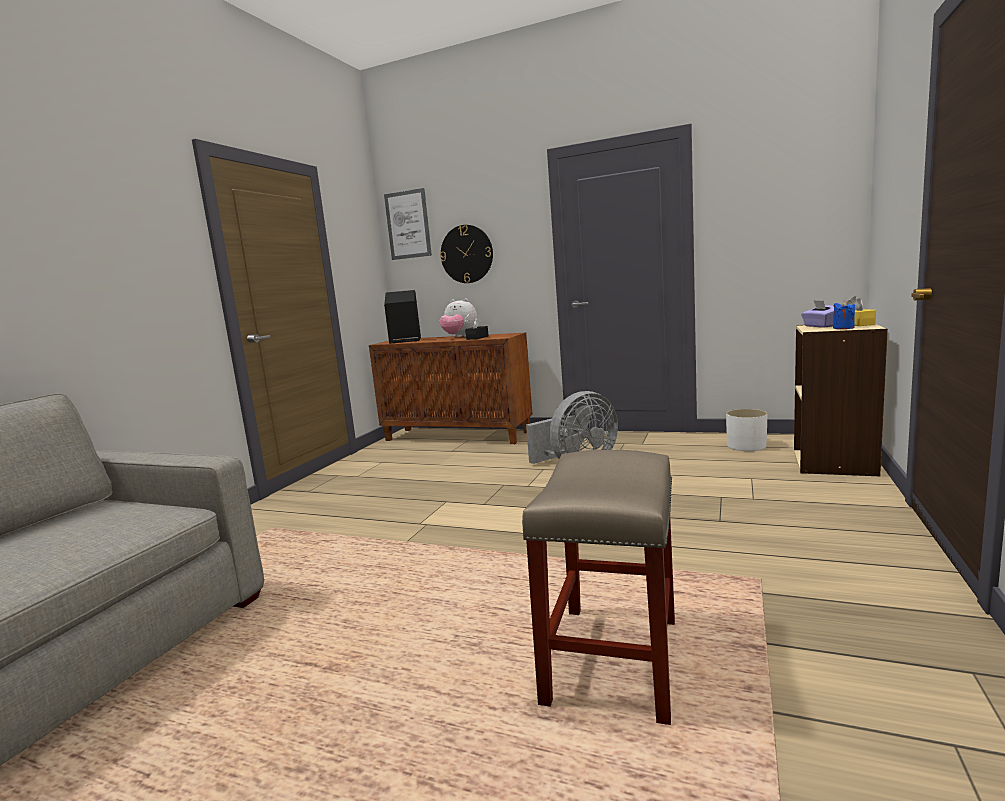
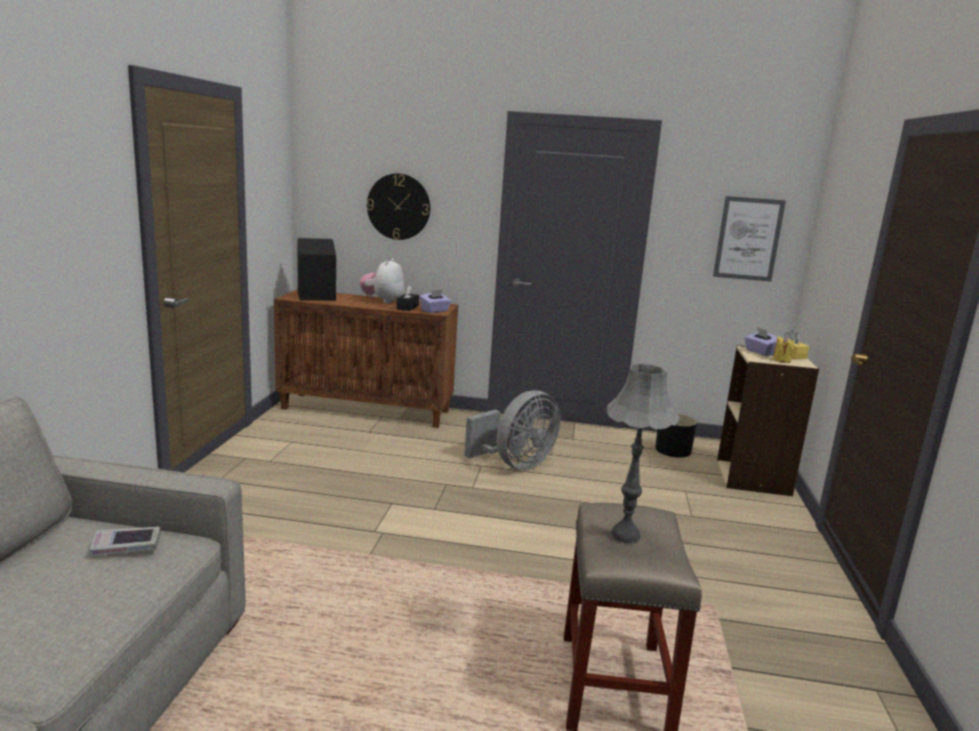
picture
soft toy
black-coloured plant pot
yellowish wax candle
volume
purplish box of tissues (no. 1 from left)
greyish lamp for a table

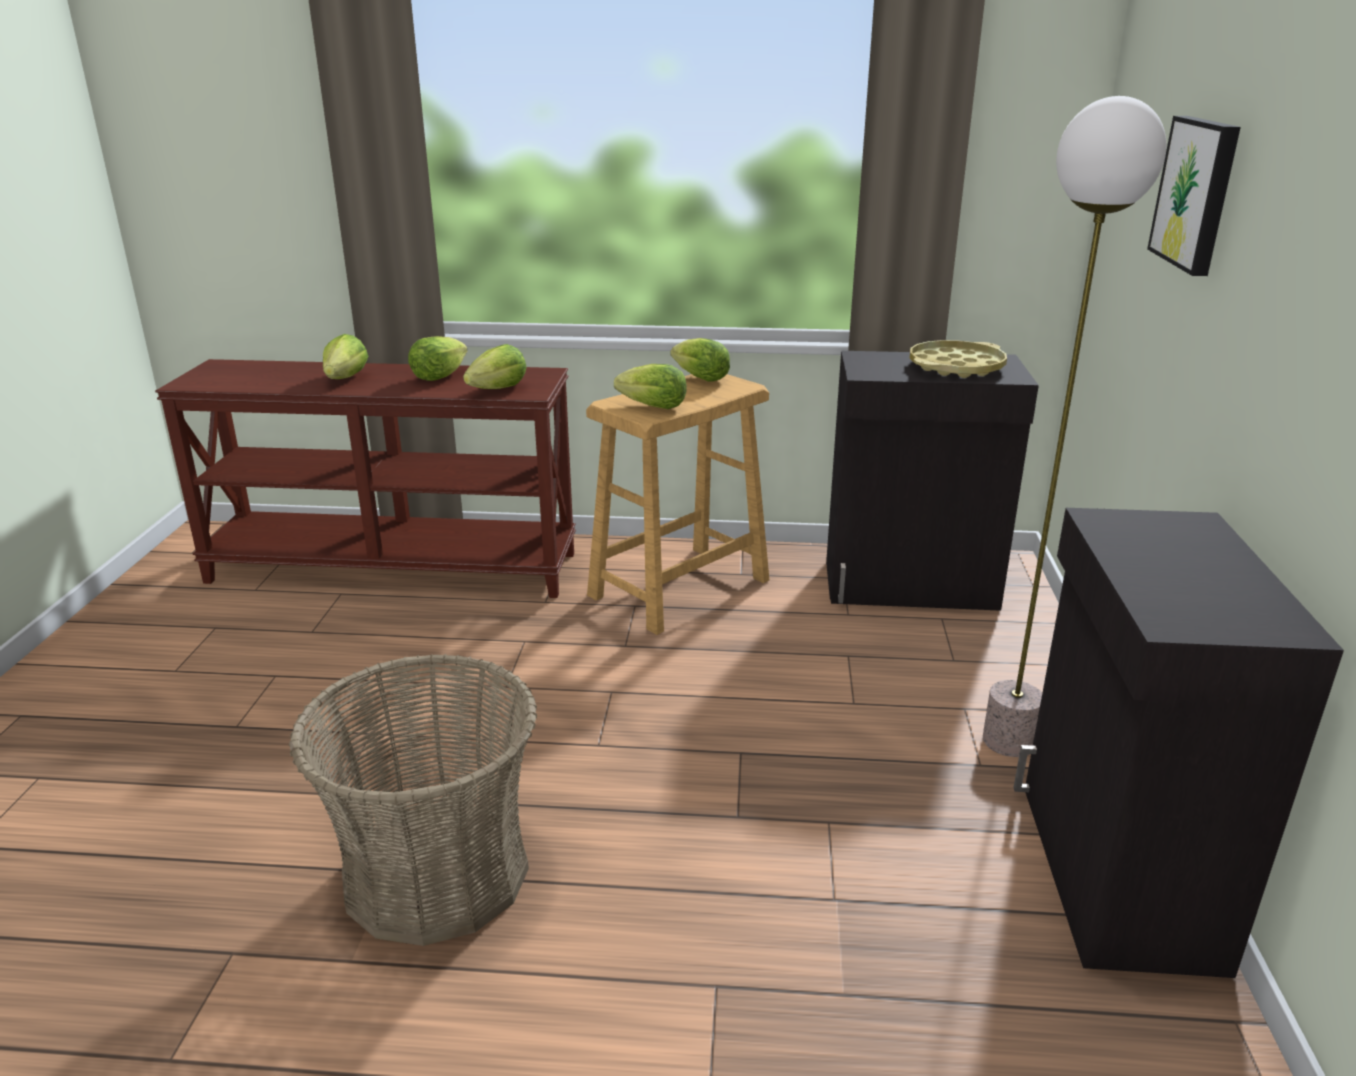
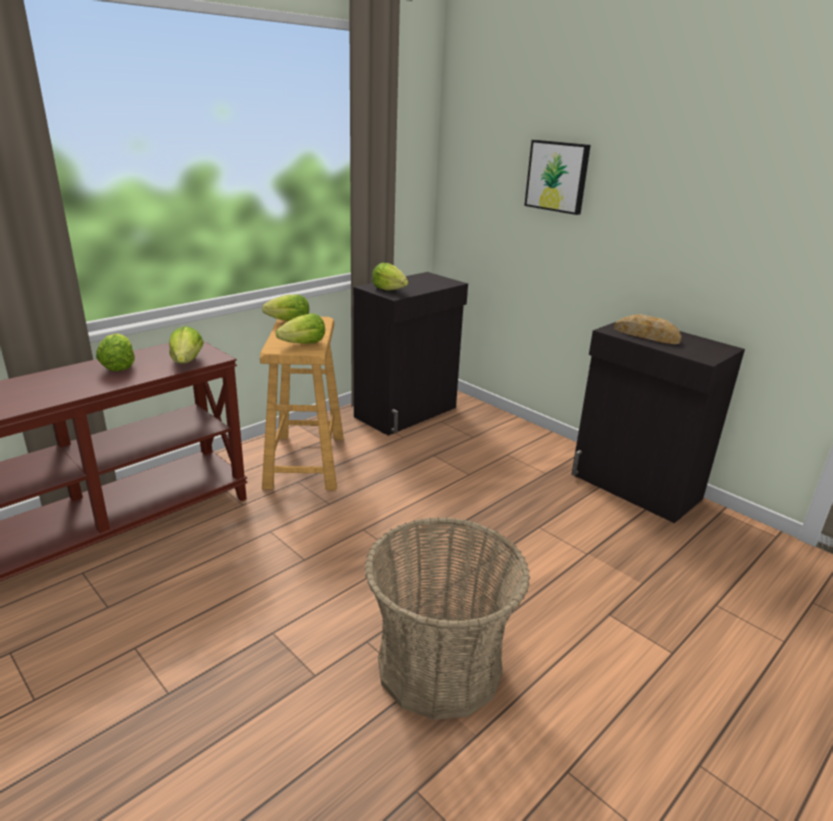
lettuce head (no. 5 from left)
yellowish carrying tray
floor lamp
bread

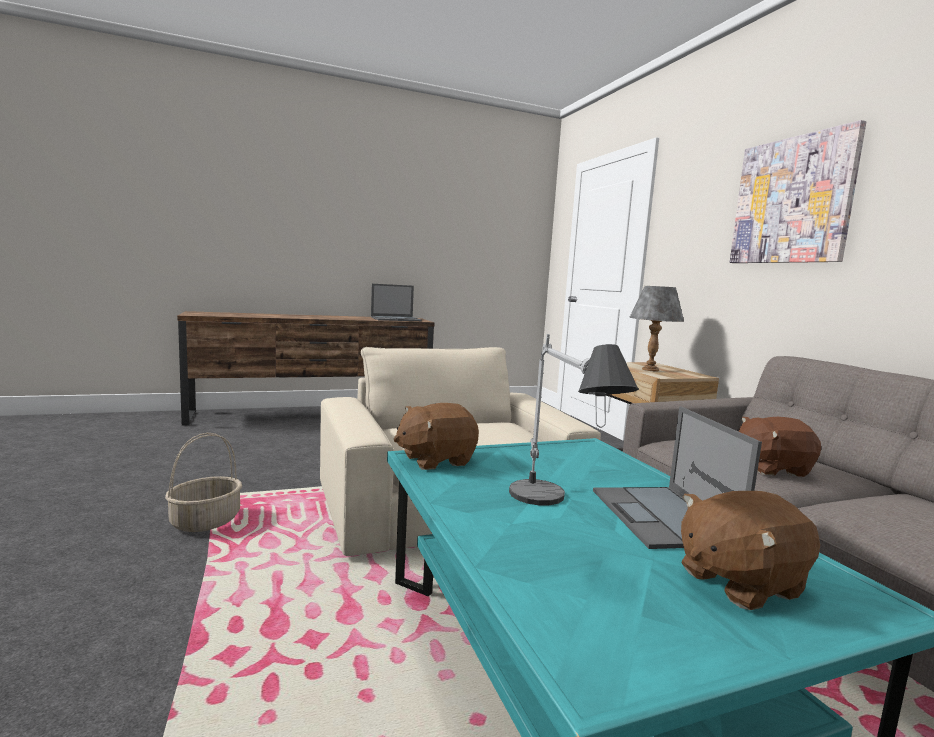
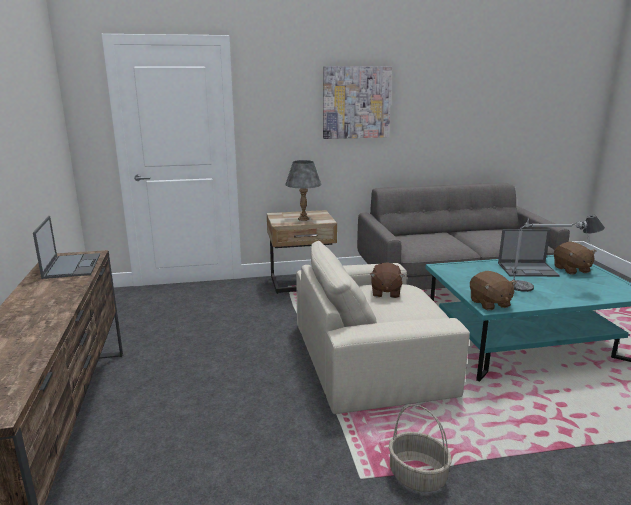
brown-coloured soft toy (no. 1 from left)

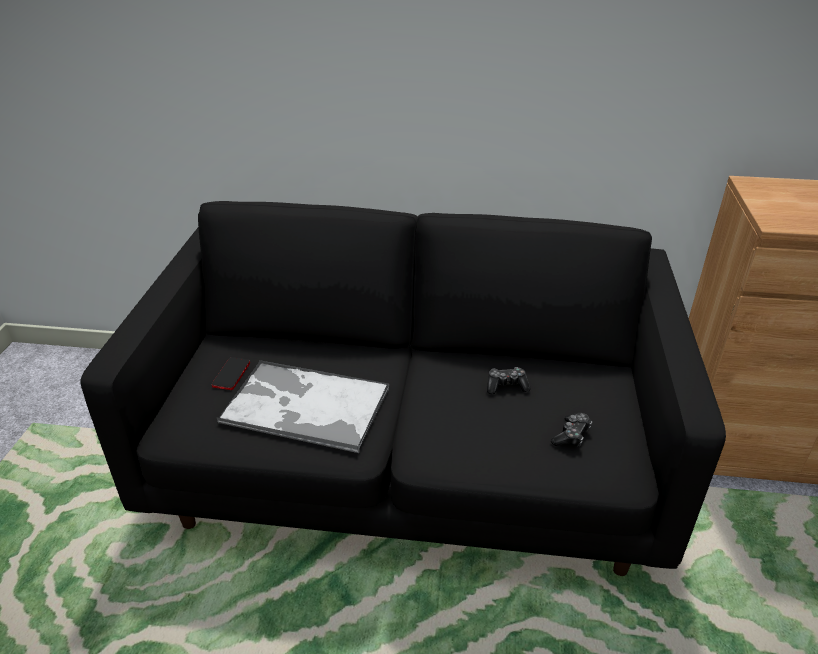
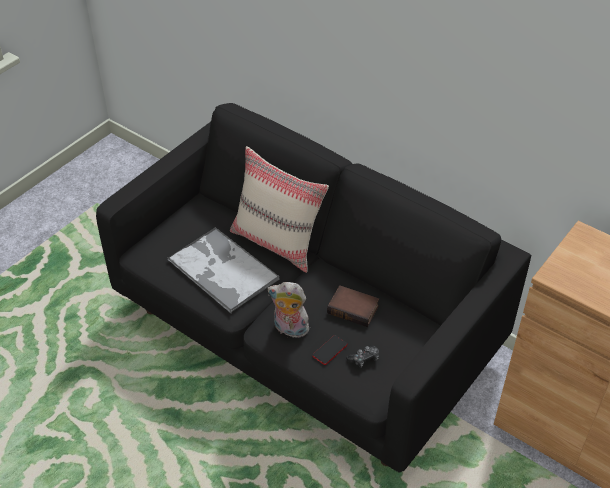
telephone
volume
beige throw pillow
soft toy

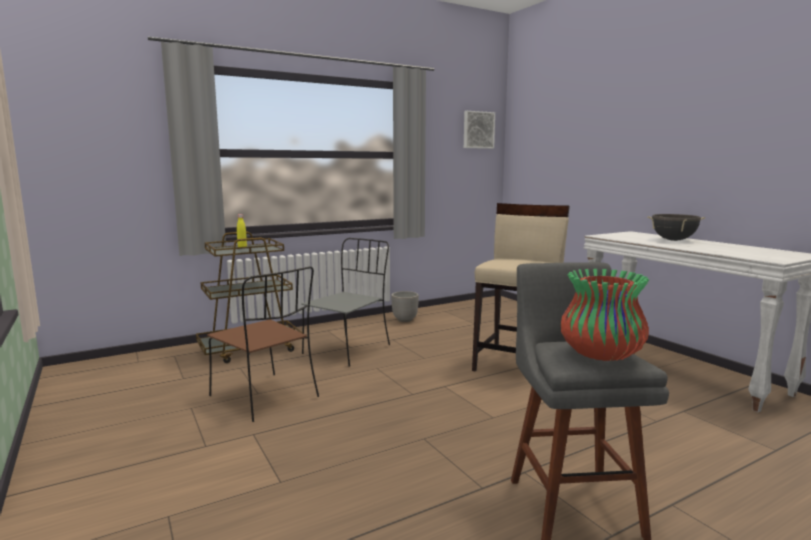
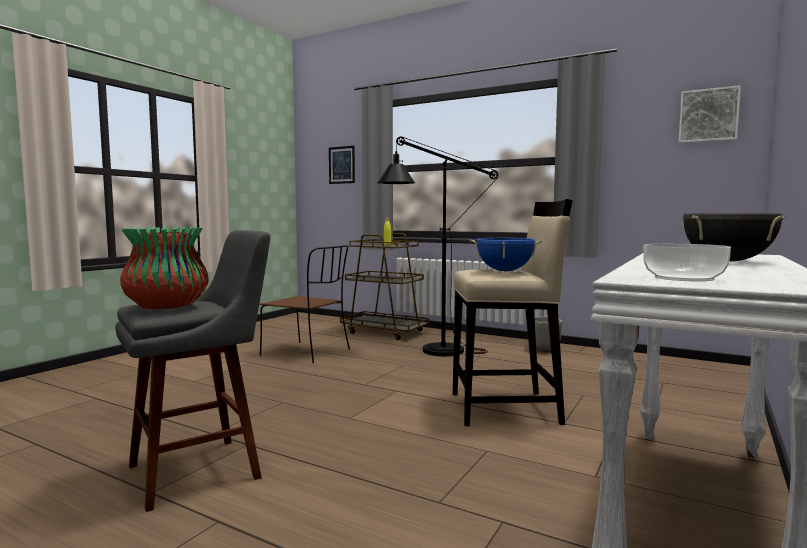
brown-coloured plain chair
black-coloured floor lamp
picture (no. 1 from left)
blue saucepot
serving bowl

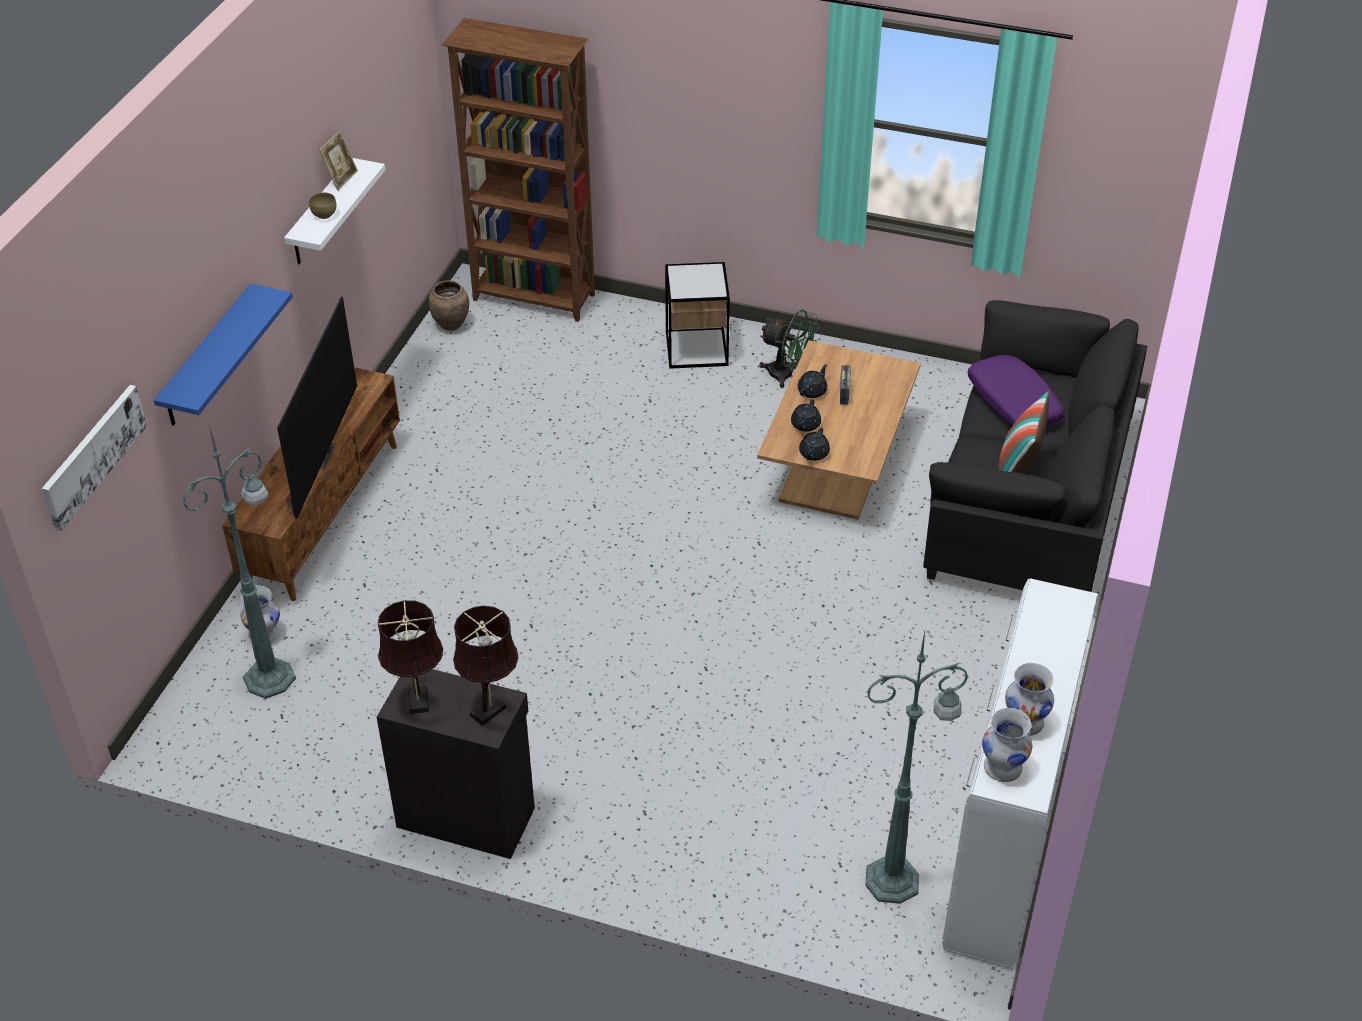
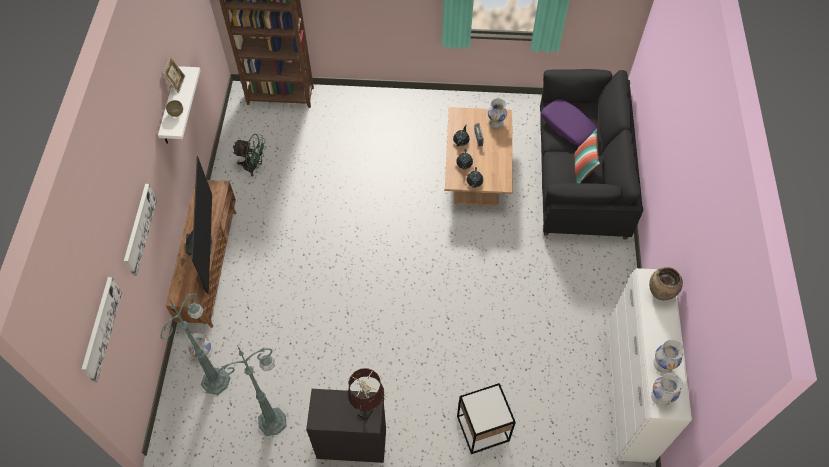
picture (no. 2 from left)
brown-coloured lamp for a table (no. 1 from left in the first image)
brown-coloured flower vase
end table
greenish fan
greenish floor lamp (no. 2 from left)
white flower vase (no. 2 from left)

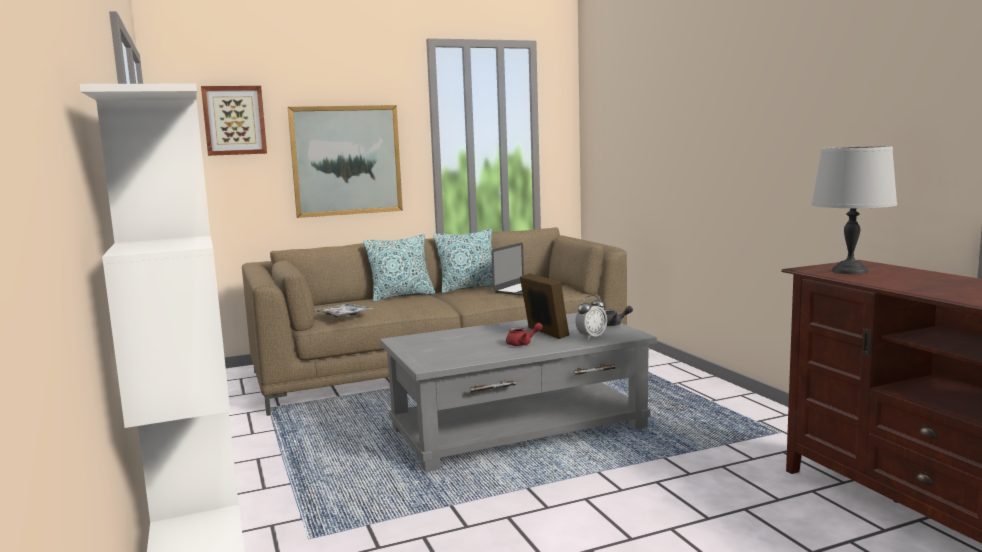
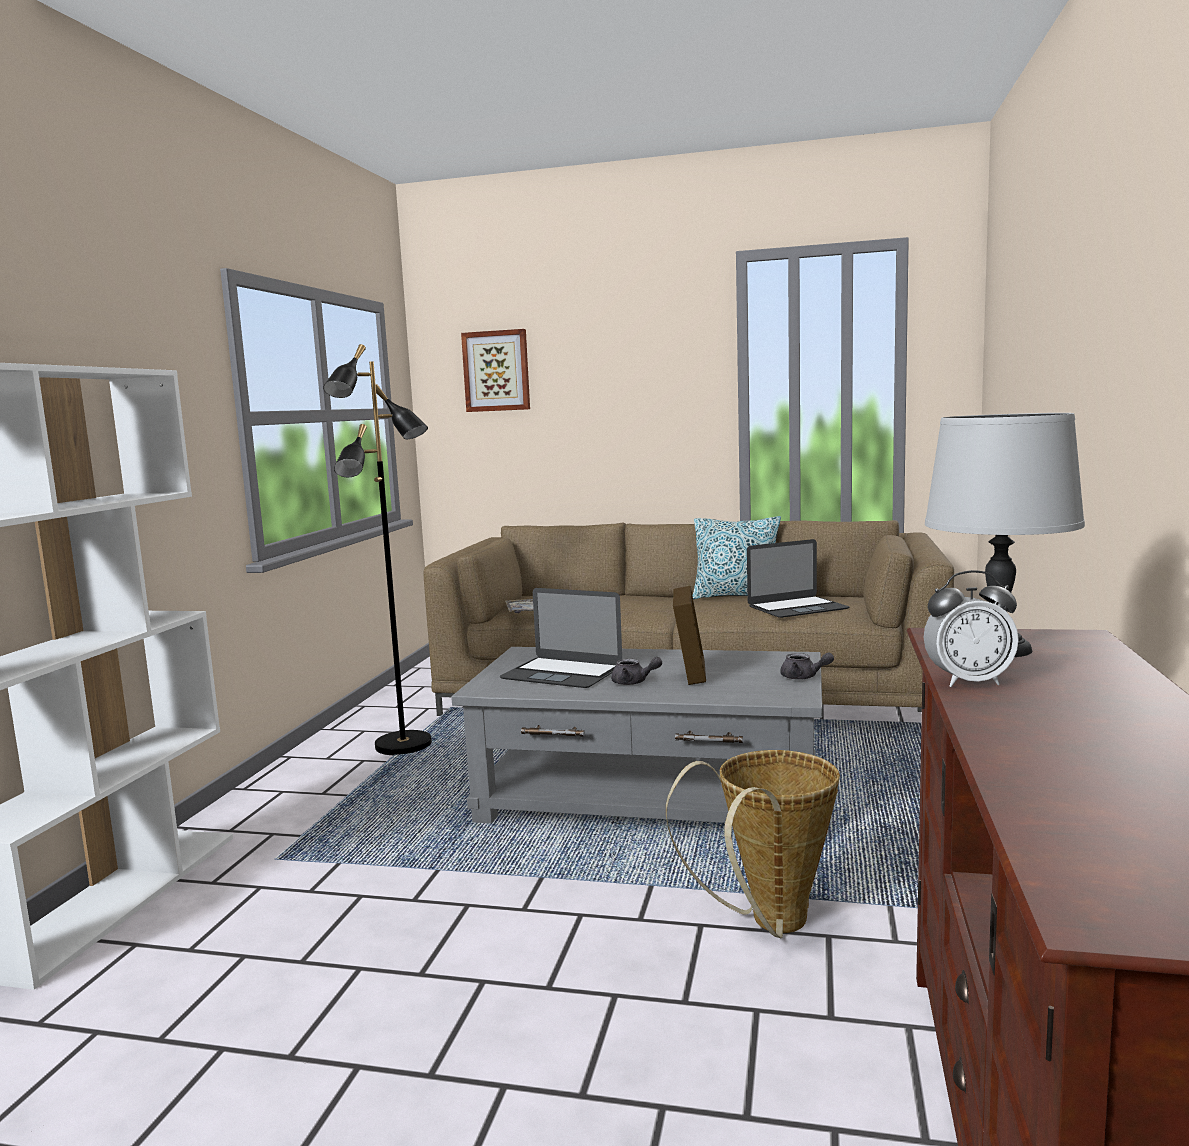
picture (no. 2 from left in the first image)
throw pillow (no. 1 from left in the first image)
greyish pot for tea (no. 1 from left)
bedside clock
black-coloured floor lamp
portable computer (no. 1 from left)
storage basket

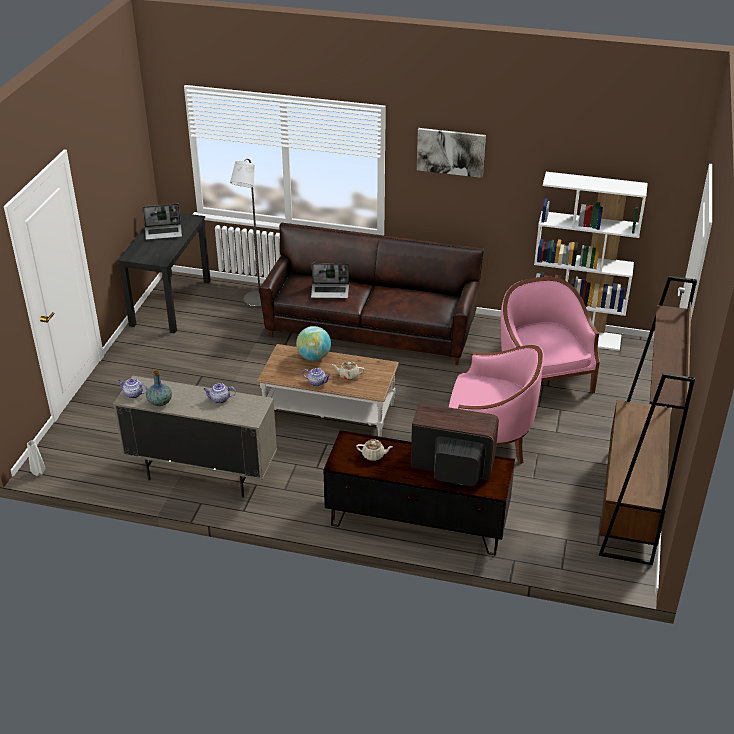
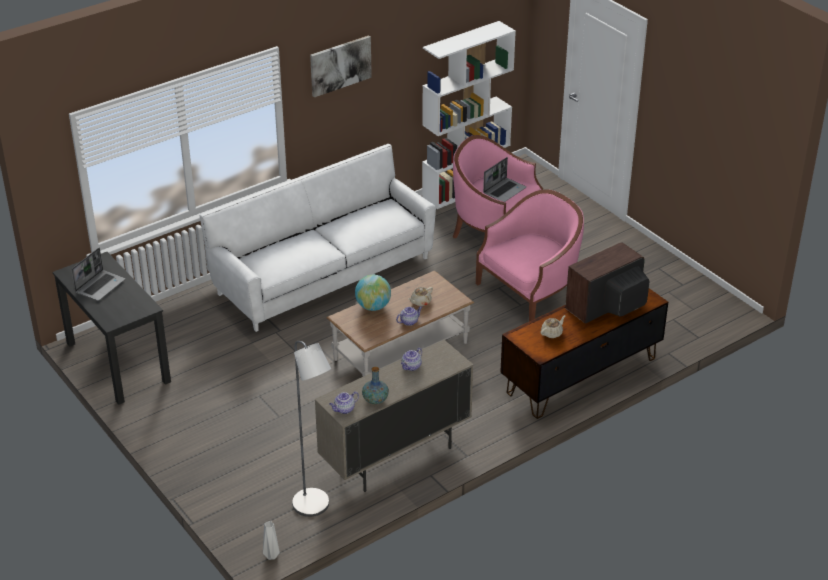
greyish floor lamp
white couch
portable computer (no. 2 from left)
brown-coloured bookcase

